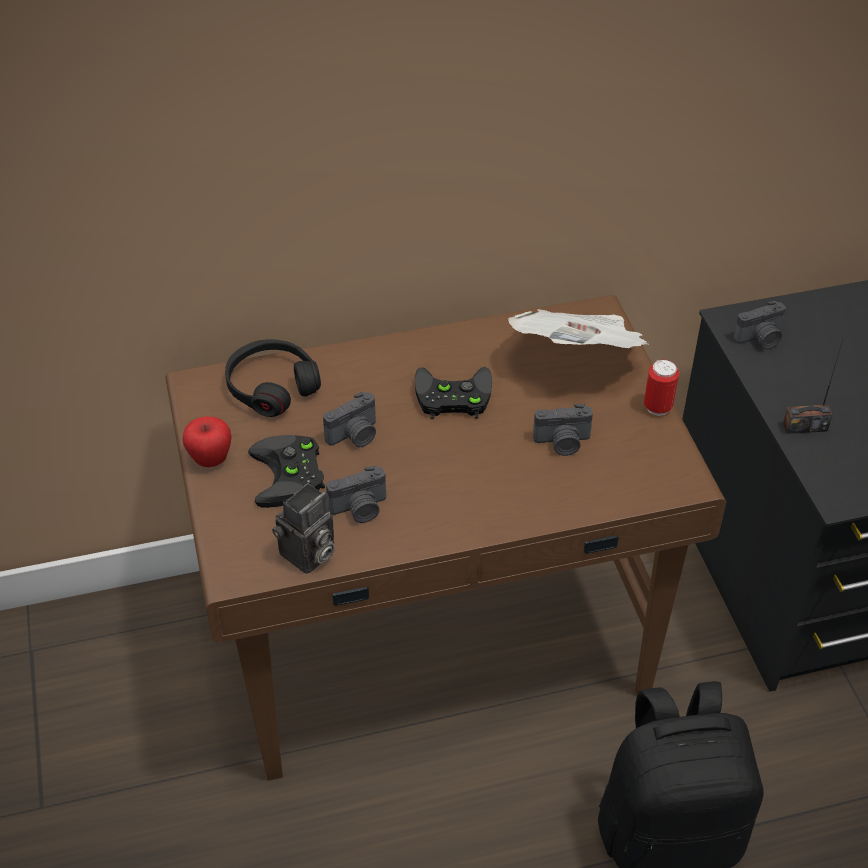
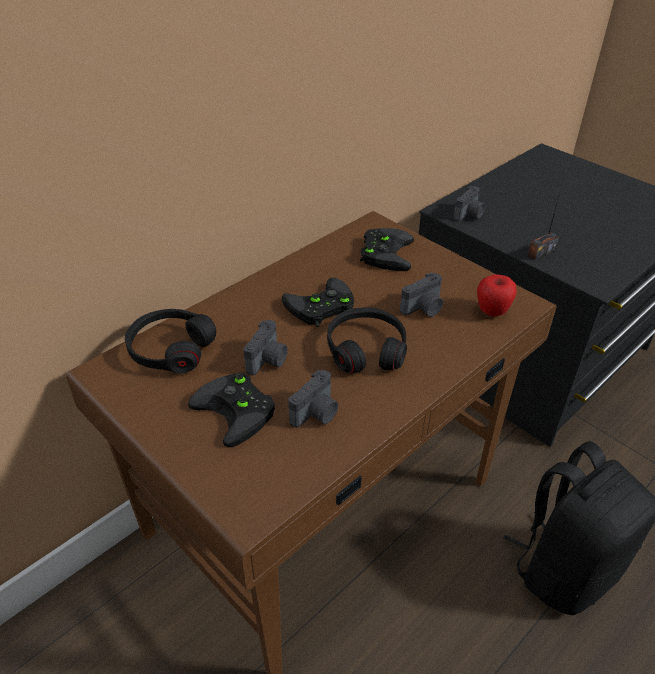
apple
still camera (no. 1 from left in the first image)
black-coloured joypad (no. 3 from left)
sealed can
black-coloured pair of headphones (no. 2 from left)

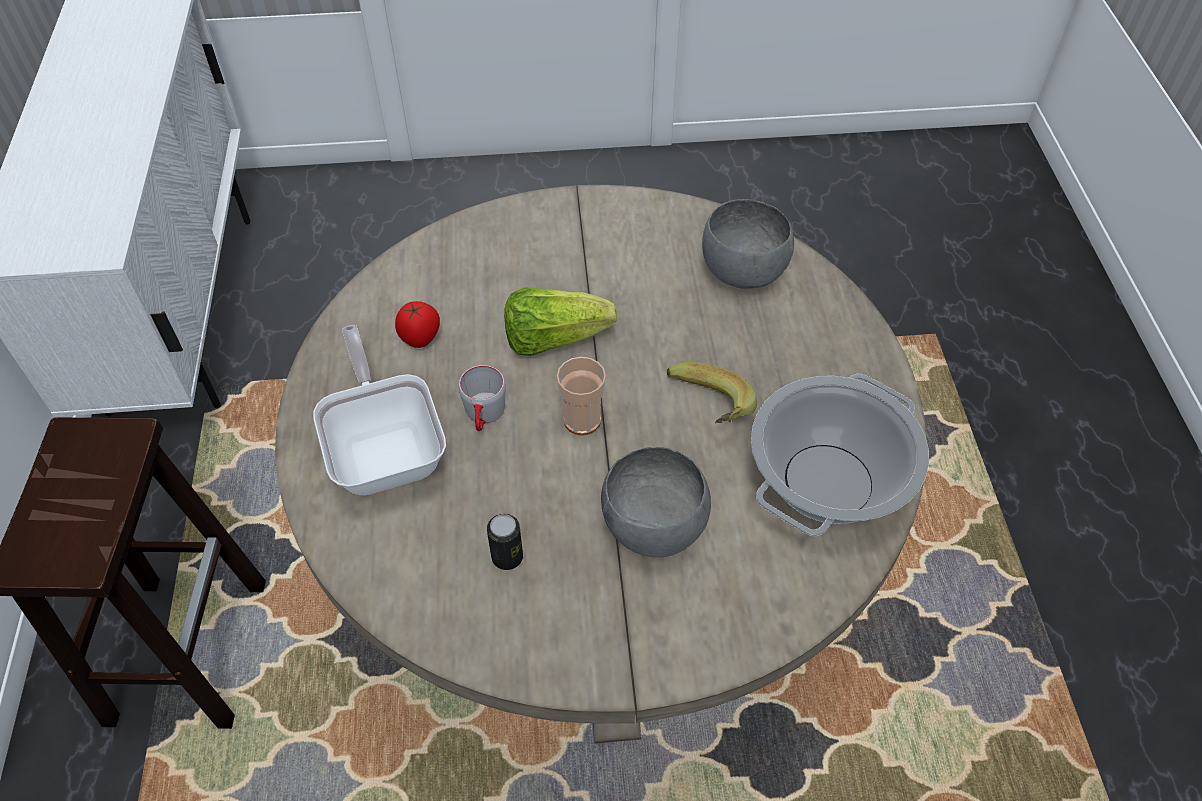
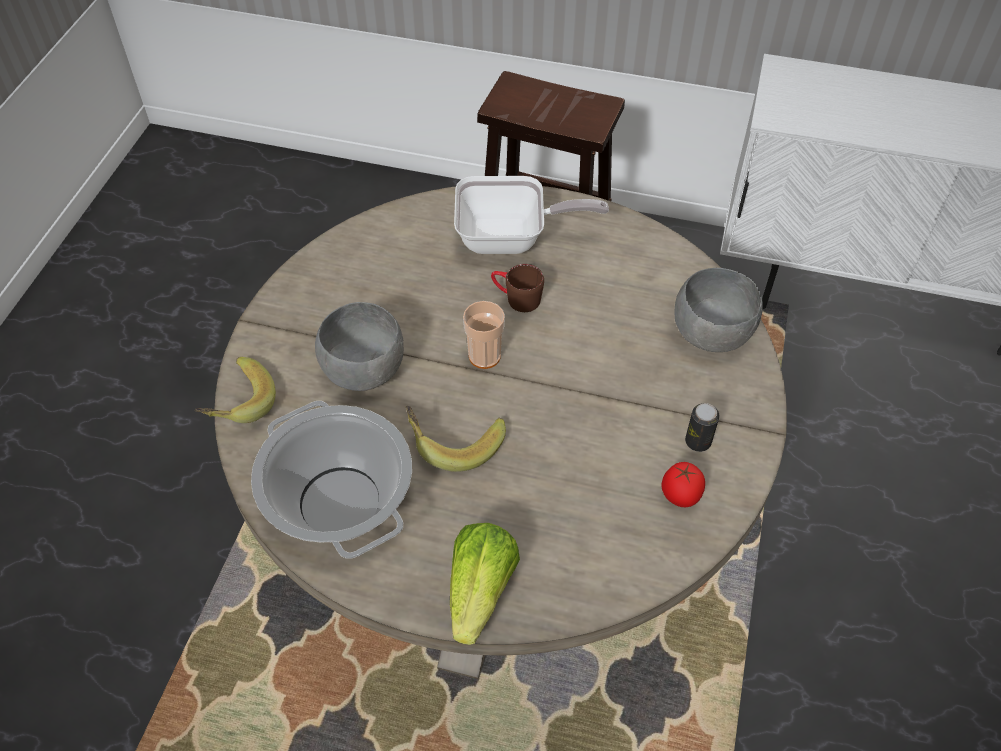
fresh tomato
brown-coloured coffee mug
sealed can
lettuce head
greyish serving bowl (no. 2 from left)
banana fruit (no. 1 from left)

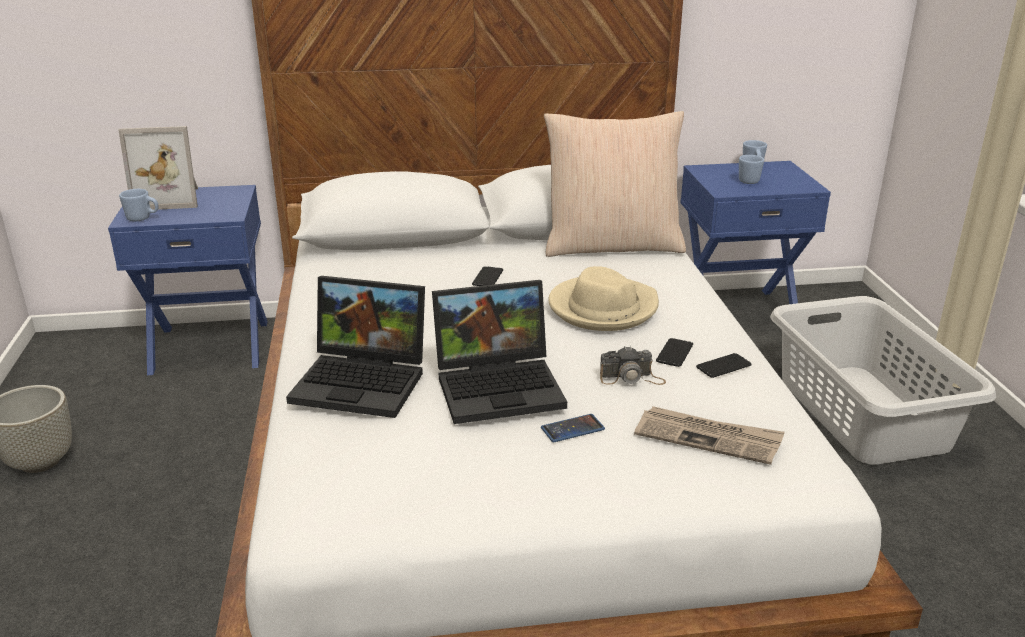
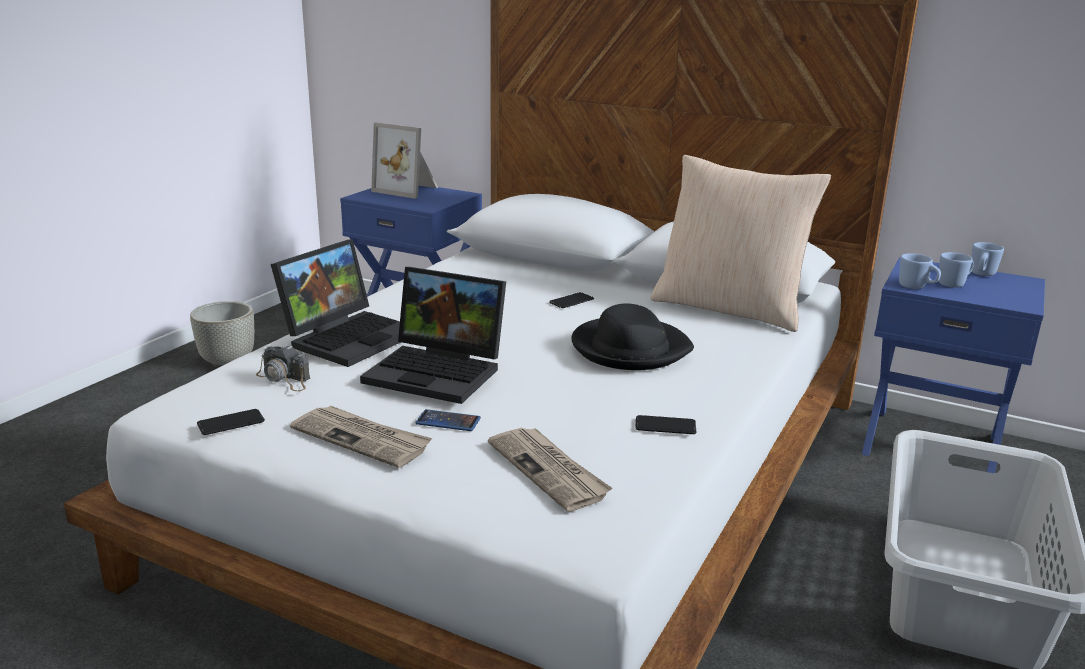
blue coffee mug (no. 1 from left)
portable computer (no. 1 from left)
black-coloured wearable hat
still camera
telephone (no. 1 from left)
newspaper (no. 1 from left)

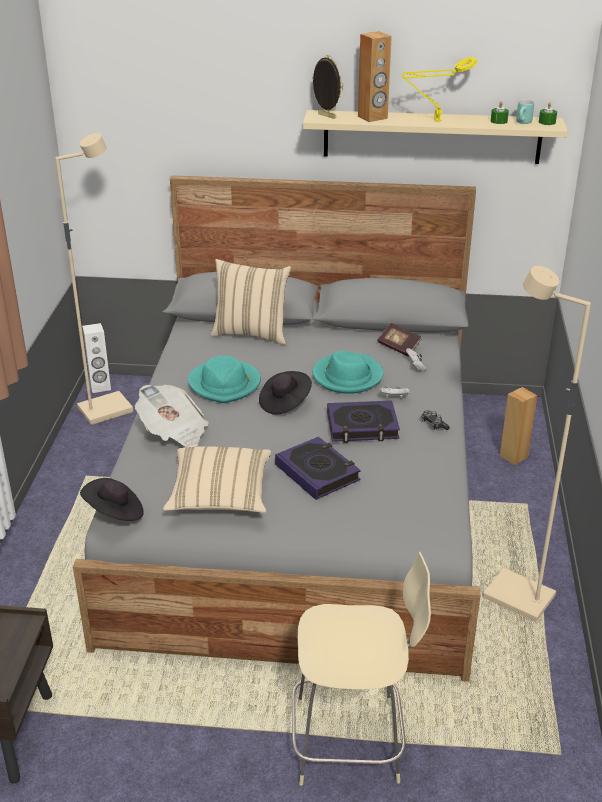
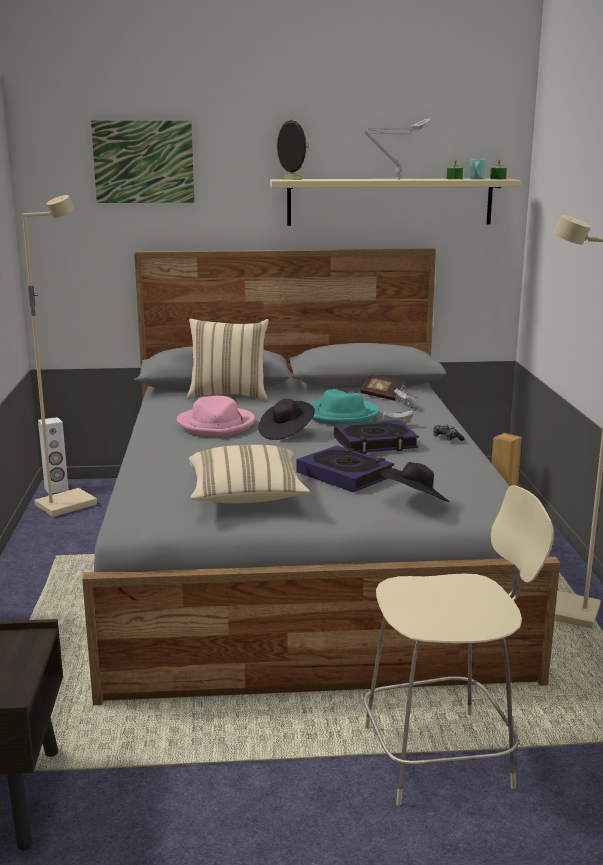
black-coloured wearable hat (no. 2 from left)
newspaper
pink wearable hat
brown-coloured loudspeaker (no. 1 from left in the first image)
greyish lamp for a table
picture

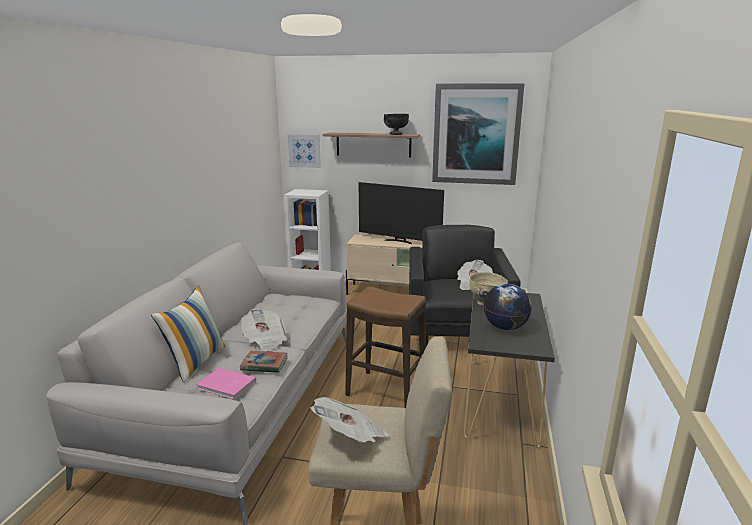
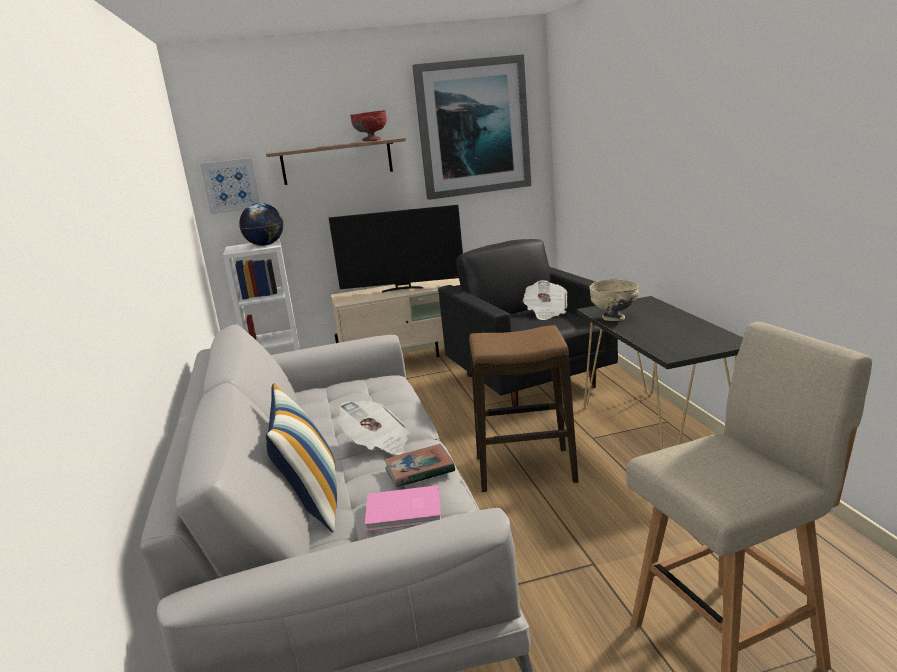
newspaper (no. 2 from left in the first image)
red-coloured serving bowl
world globe

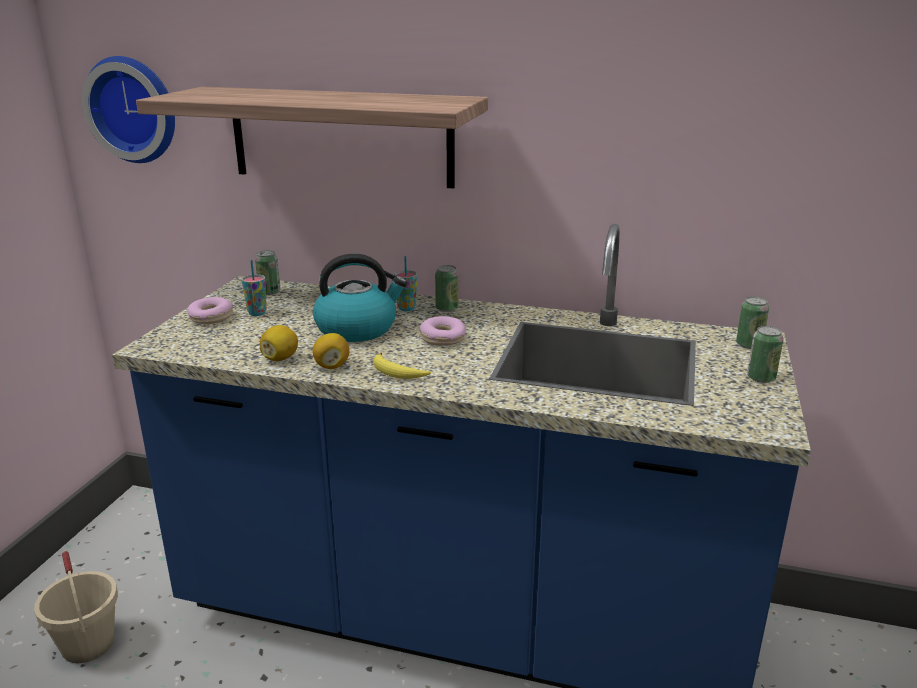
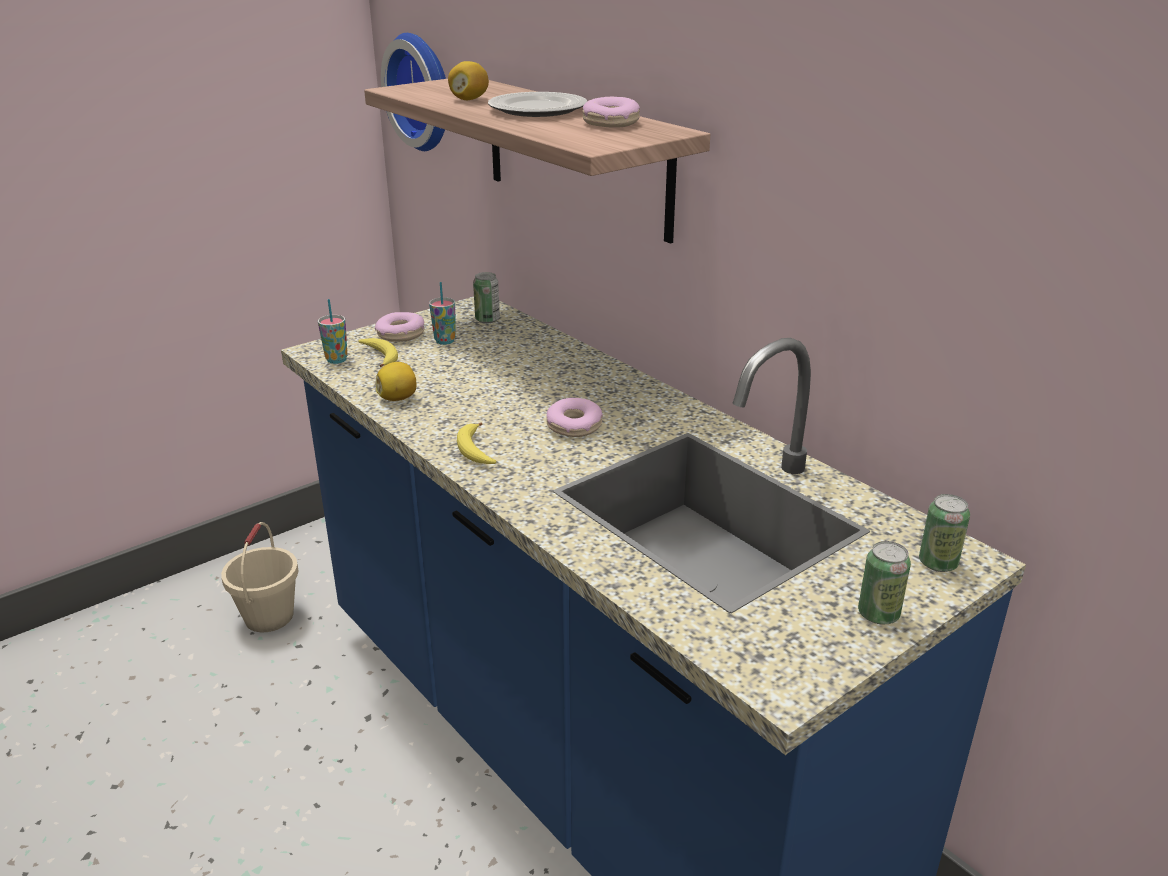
whole lemon (no. 2 from left)
tea kettle
cup (no. 1 from left)
sealed can (no. 2 from left in the first image)
banana fruit (no. 1 from left)
dinner plate
donut (no. 3 from left)

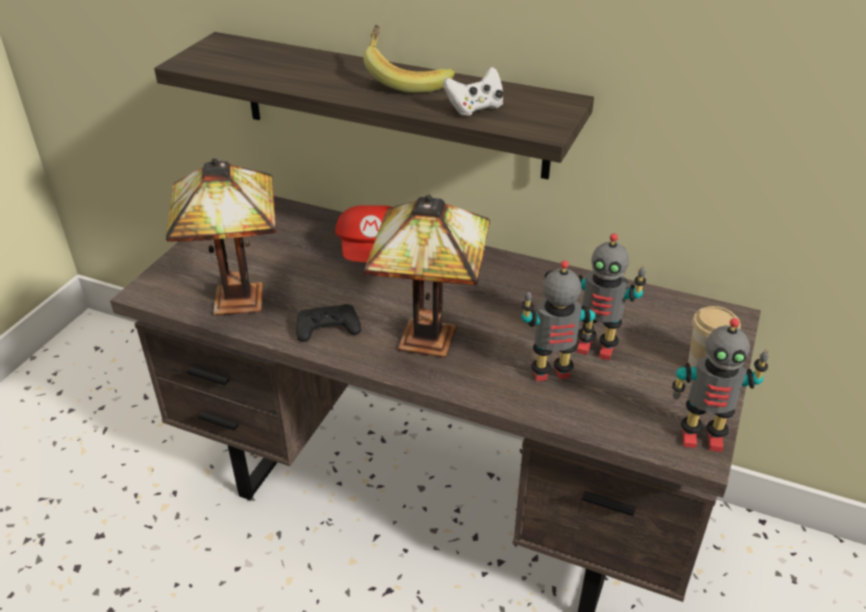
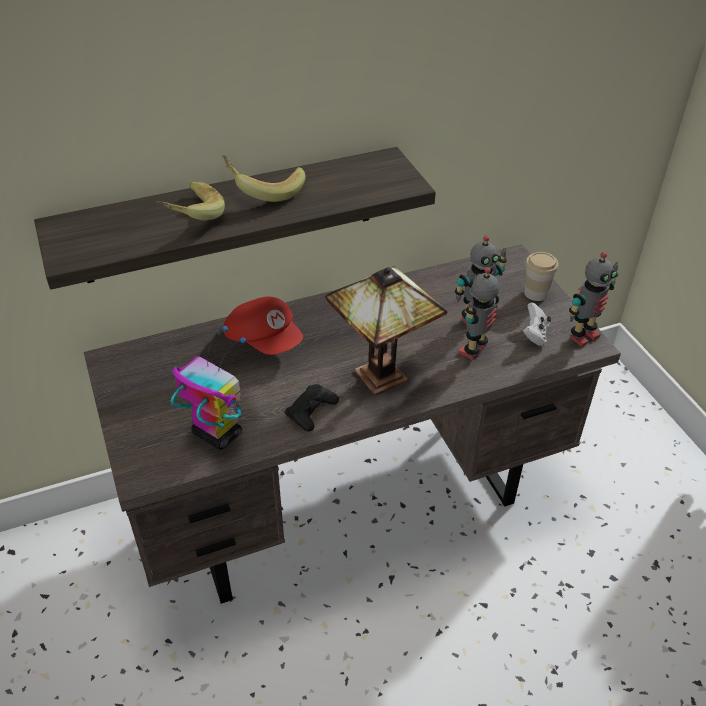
robot figure (no. 1 from left)
white joypad
banana fruit (no. 1 from left)

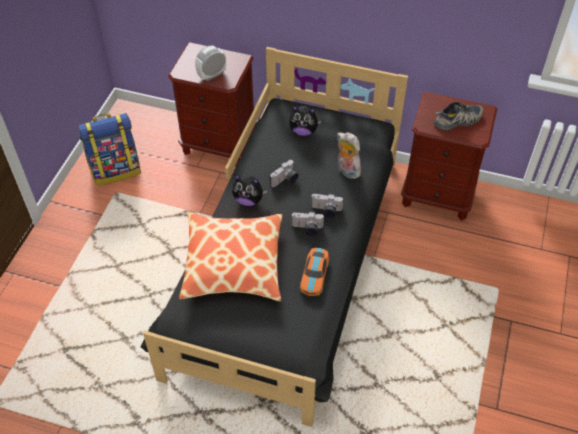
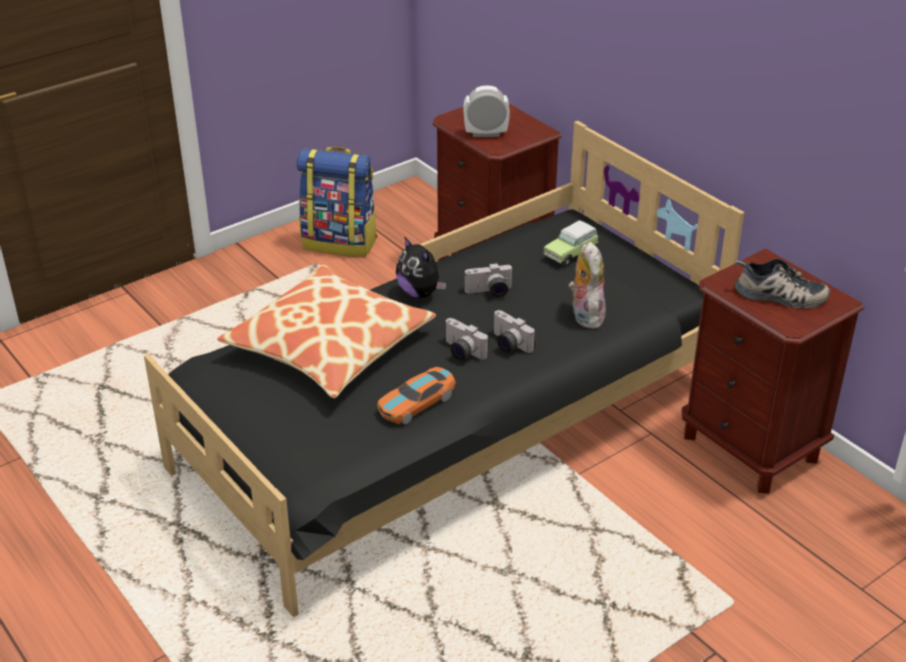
model car (no. 2 from left)

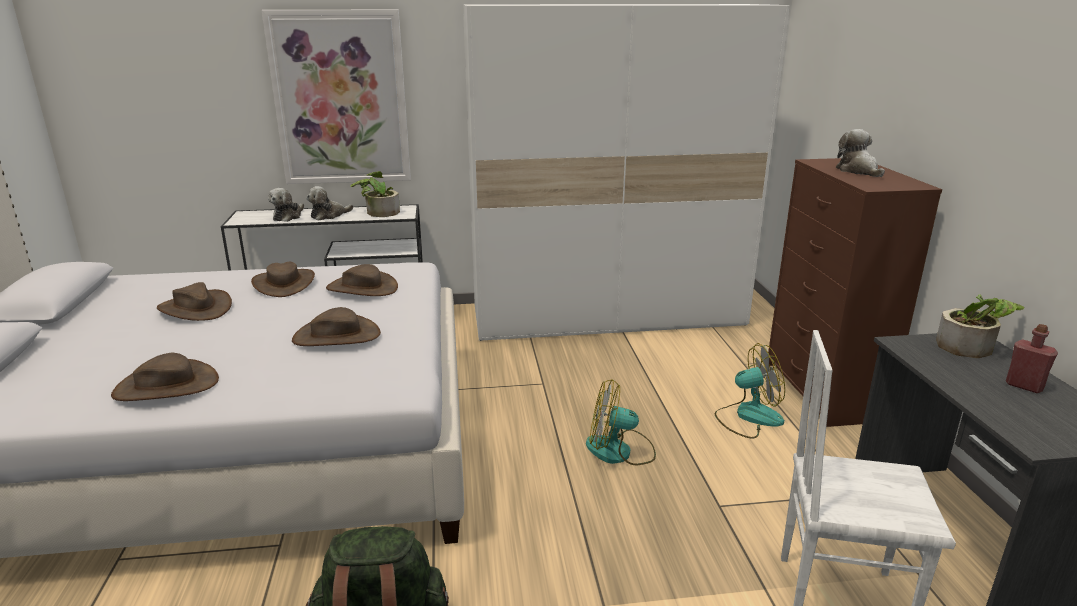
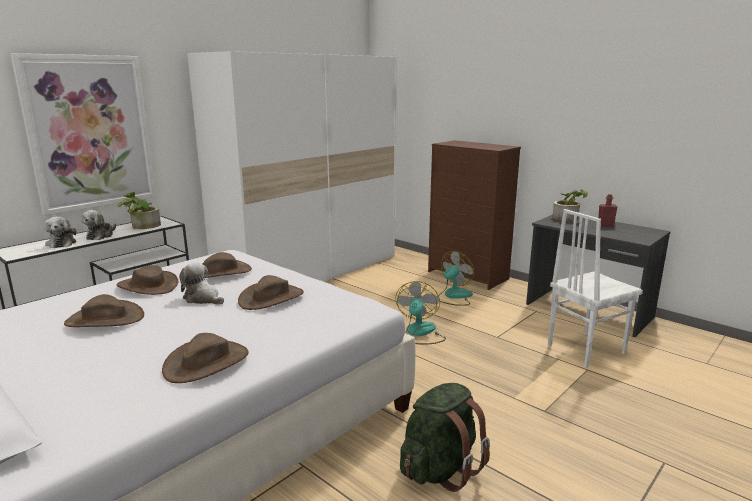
fan (no. 1 from left)
soft toy (no. 3 from left)

